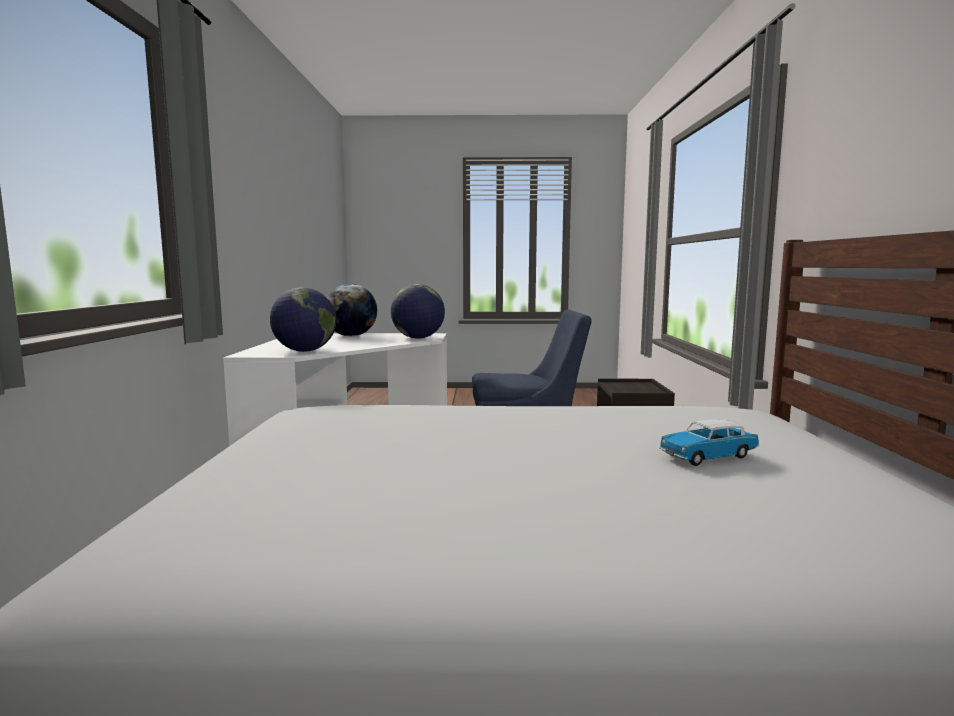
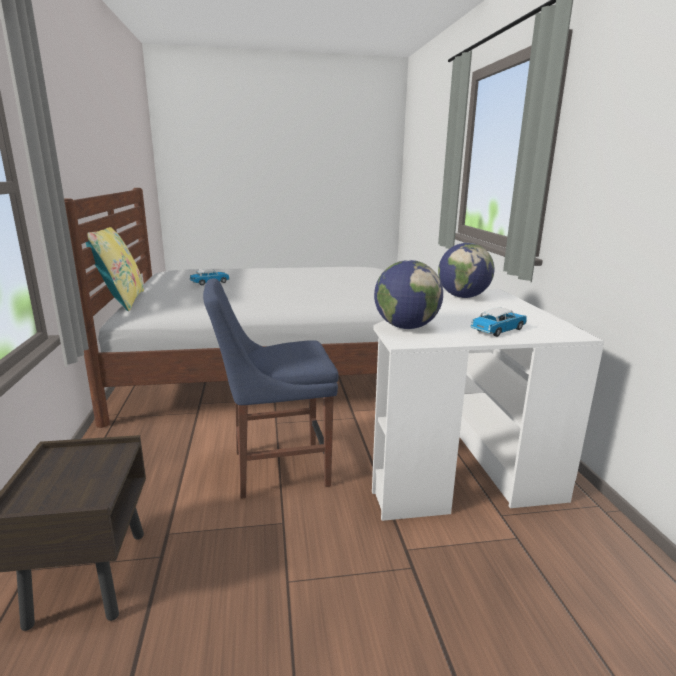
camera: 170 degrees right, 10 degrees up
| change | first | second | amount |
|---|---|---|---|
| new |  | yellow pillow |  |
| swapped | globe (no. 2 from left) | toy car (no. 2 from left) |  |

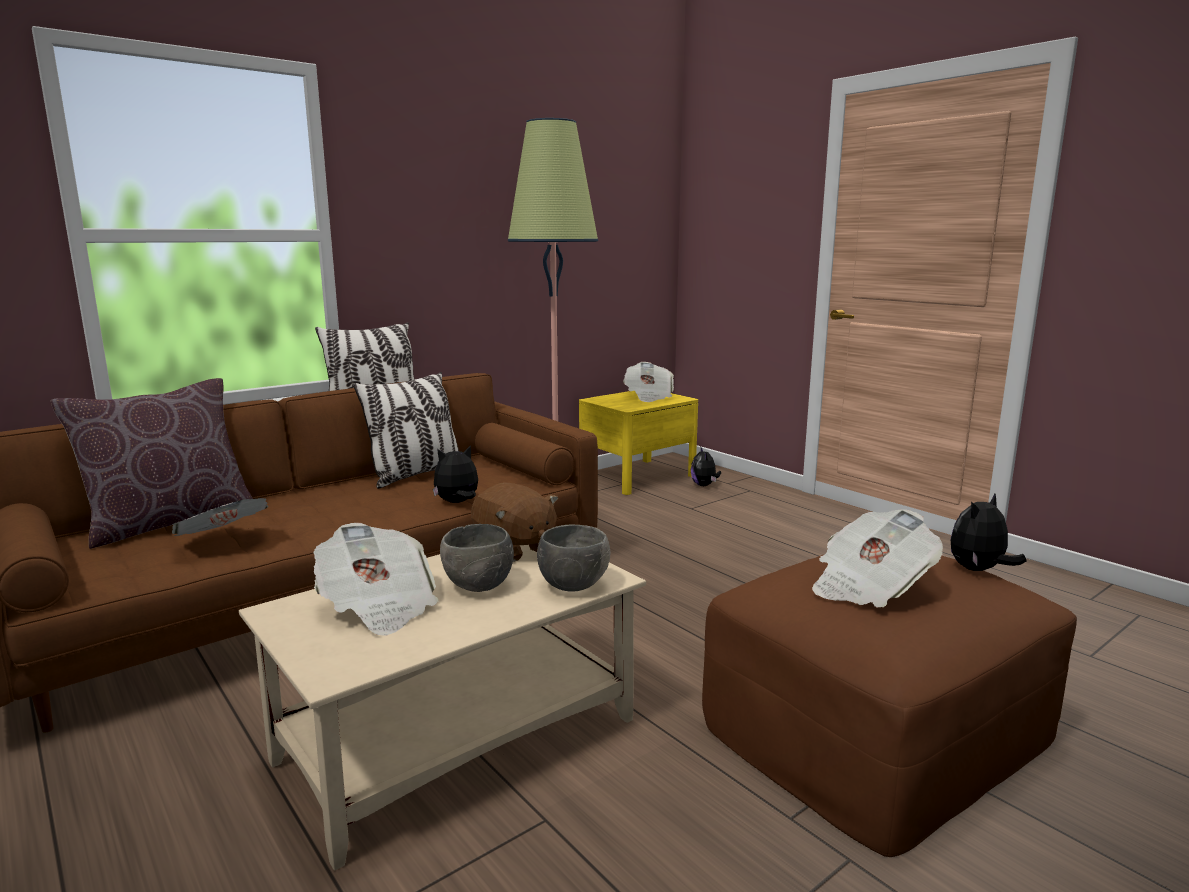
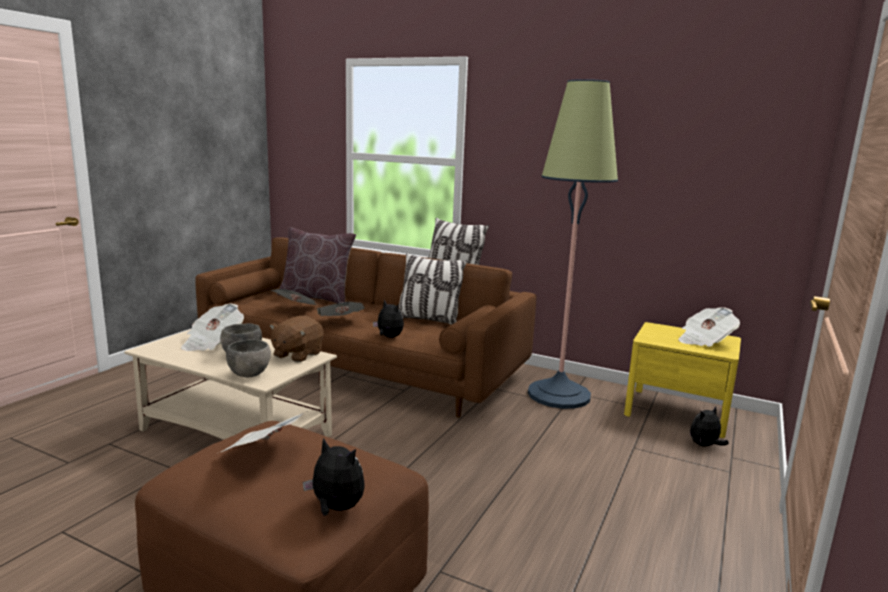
camera: 65 degrees right, 0 degrees up
| change | first | second | amount |
|---|---|---|---|
| new |  | newspaper (no. 4 from left) |  |

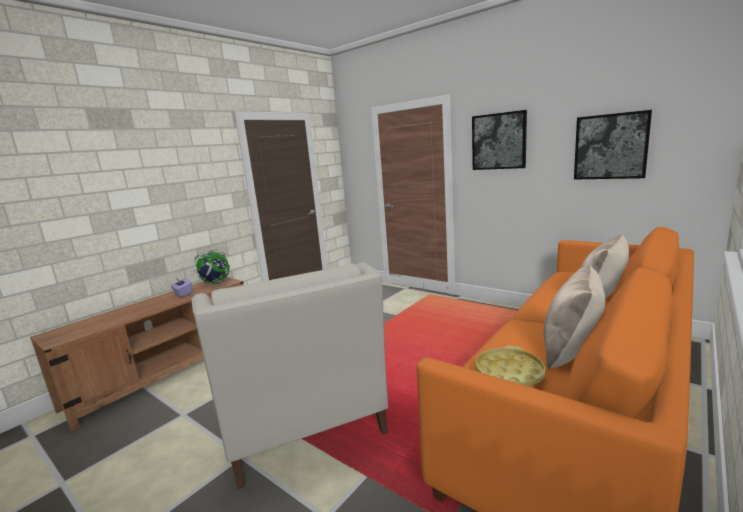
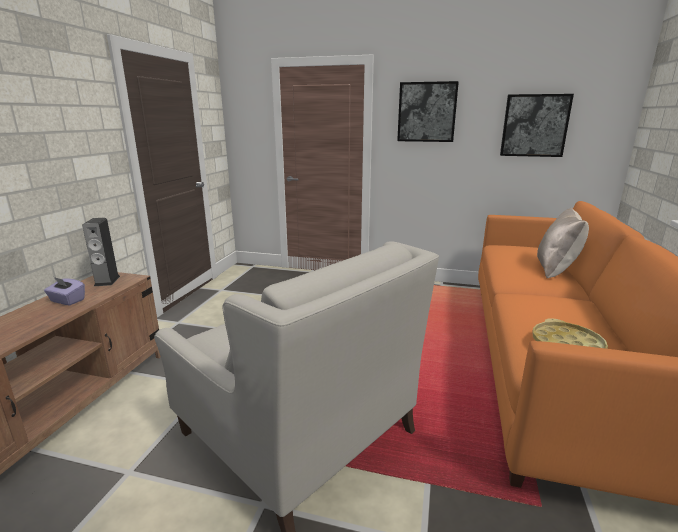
camera: 25 degrees left, 5 degrees up
| change | first | second | amount |
|---|---|---|---|
| swapped | globe | speaker |  |
| gone | beige pillow (no. 1 from left) |  |  |

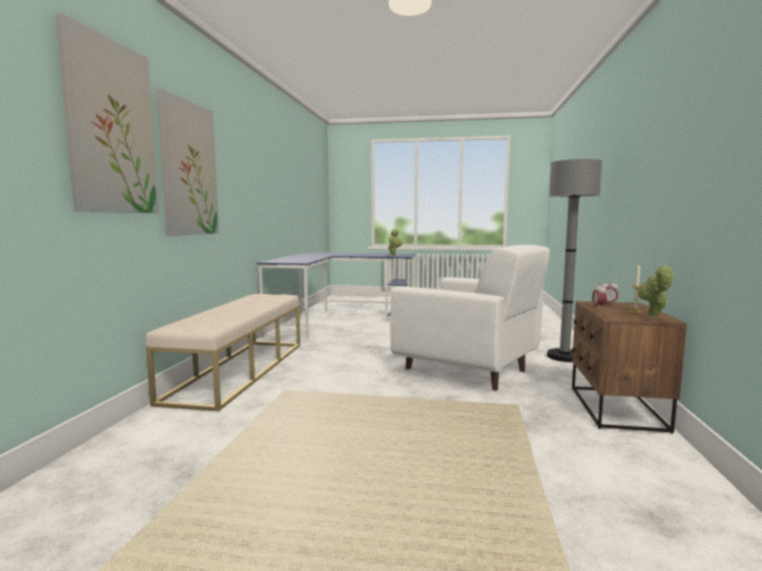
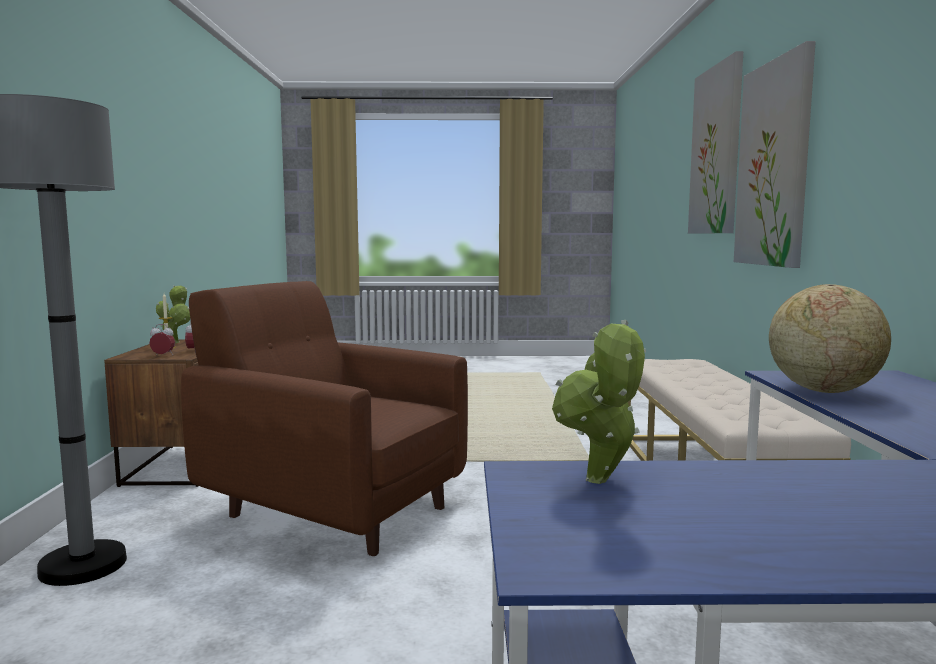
camera: 170 degrees right, 0 degrees up
| change | first | second | amount |
|---|---|---|---|
| repainted | white armchair | brown armchair |  |
| new |  | globe |  |

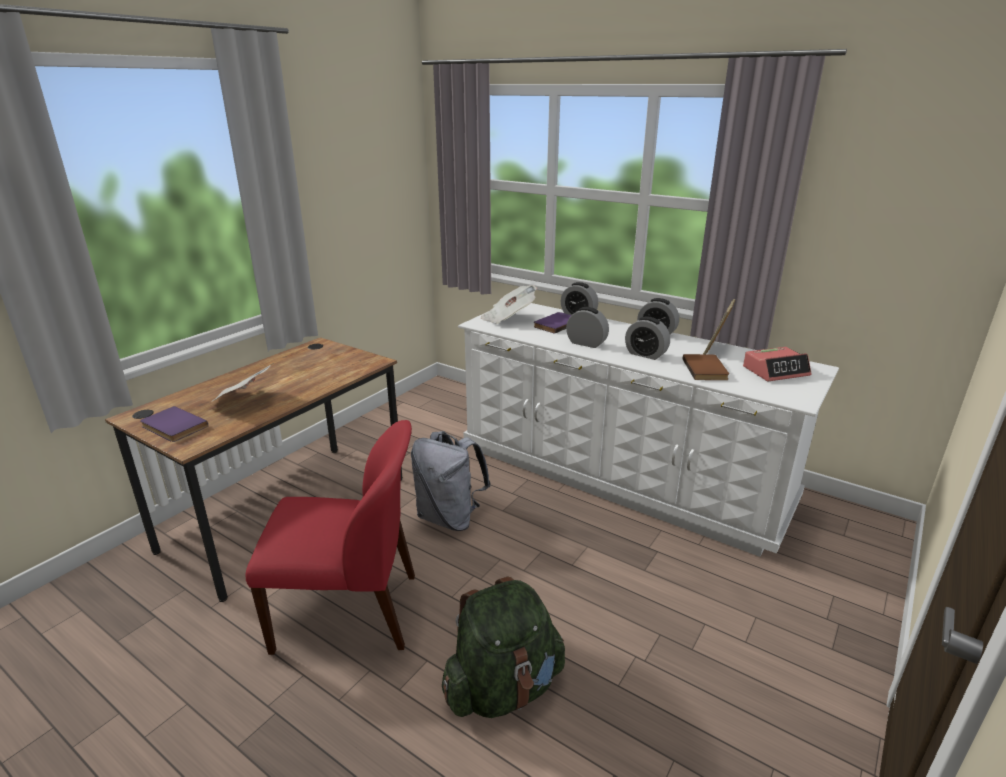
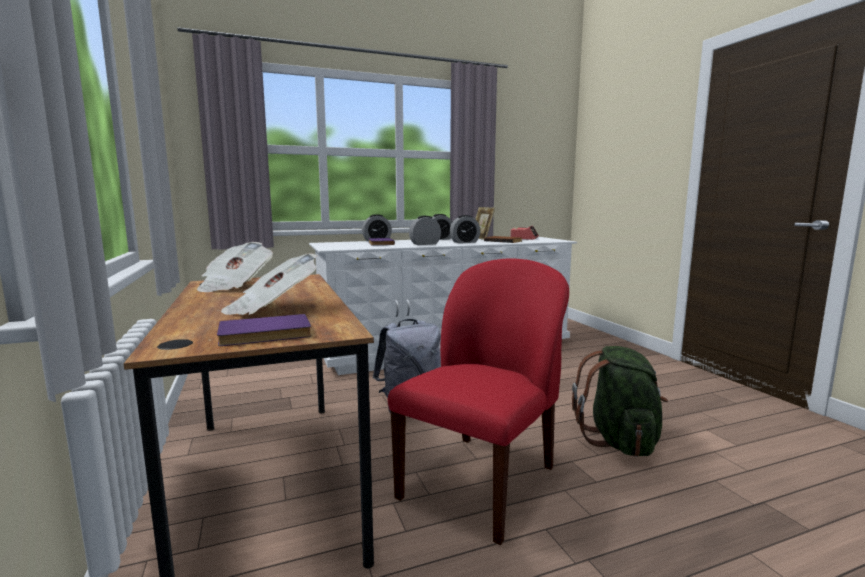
camera: 55 degrees left, 15 degrees down
| change | first | second | amount |
|---|---|---|---|
| shifted | newspaper (no. 2 from left in the first image) | newspaper (no. 1 from left) |  |

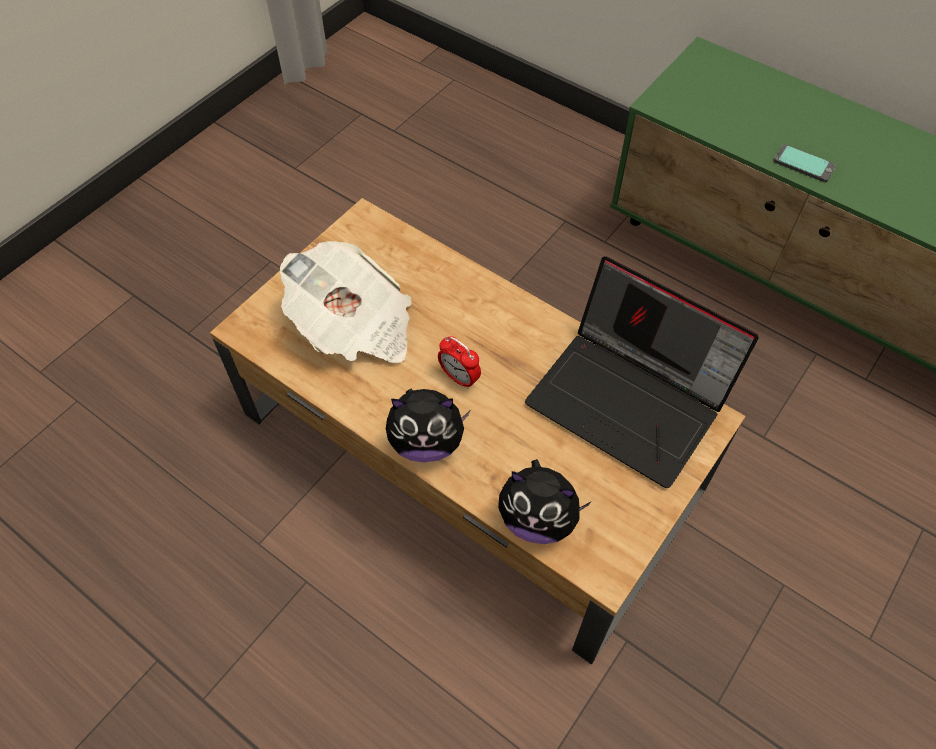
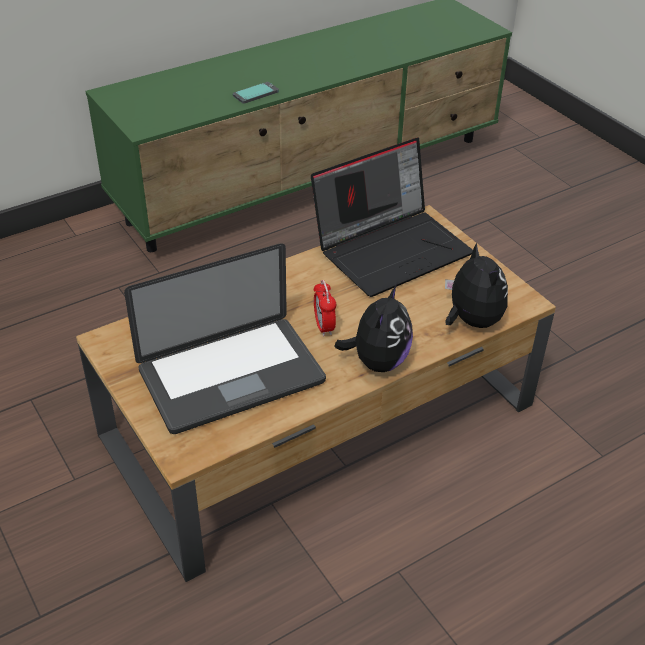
camera: 70 degrees left, 15 degrees down
| change | first | second | amount |
|---|---|---|---|
| swapped | newspaper | laptop (no. 1 from left) |  |
| rotated | alarm clock |  | 105 degrees clockwise |
| rotated | plush toy (no. 2 from left) |  | 60 degrees counterclockwise |

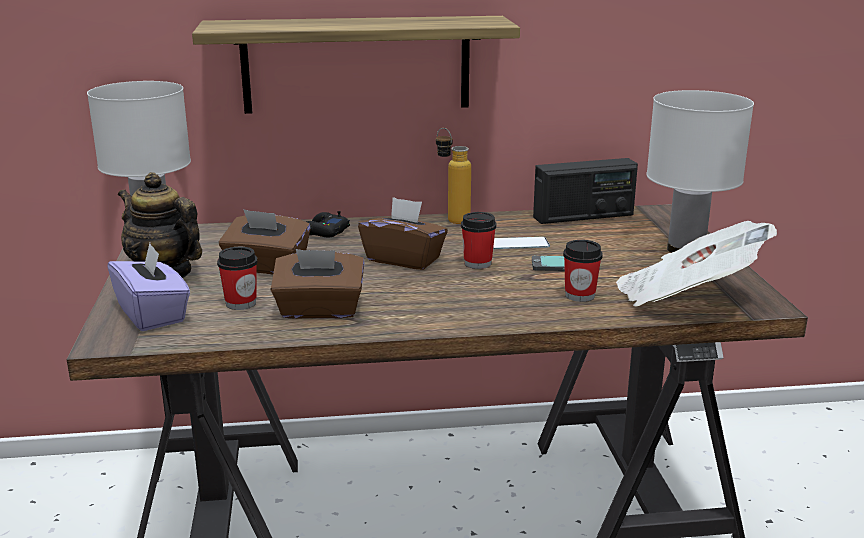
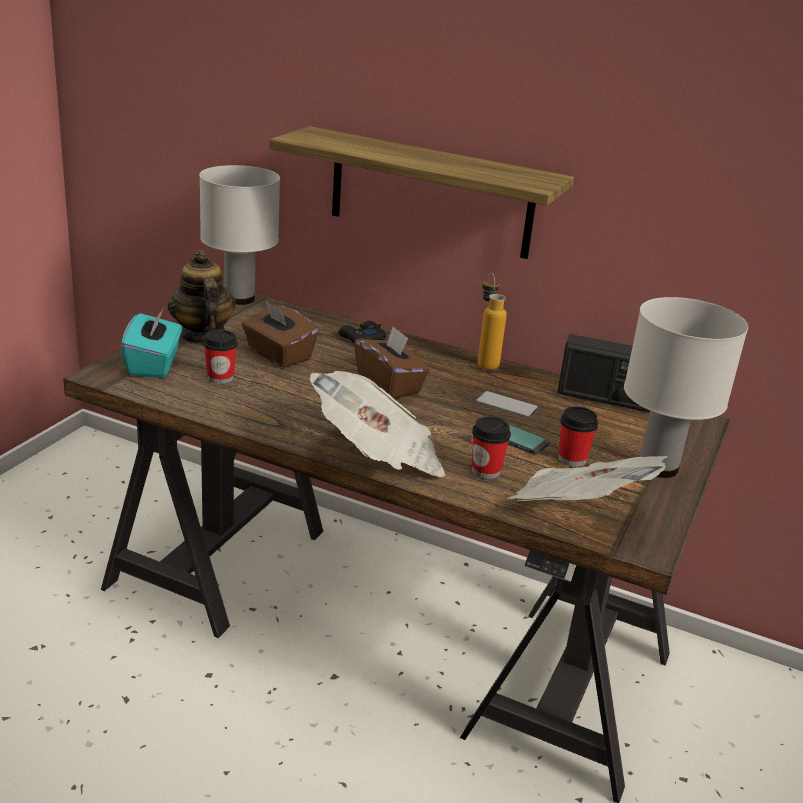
camera: 30 degrees right, 5 degrees up
| change | first | second | amount |
|---|---|---|---|
| repainted | purple tissue box | turquoise tissue box |  |
| new |  | newspaper (no. 1 from left) |  |
| shifted | cup (no. 2 from left in the first image) | cup (no. 3 from left) |  |
| gone | brown tissue box (no. 2 from left) |  |  |

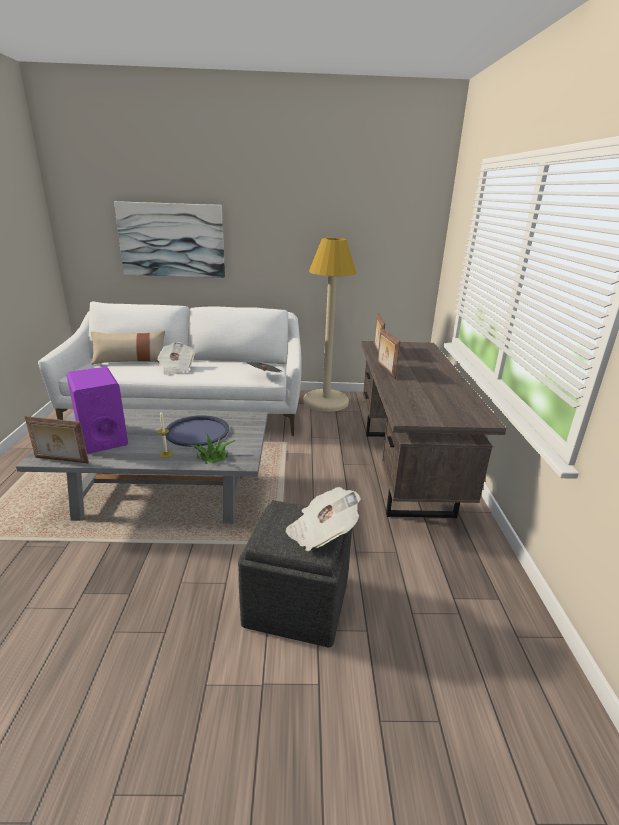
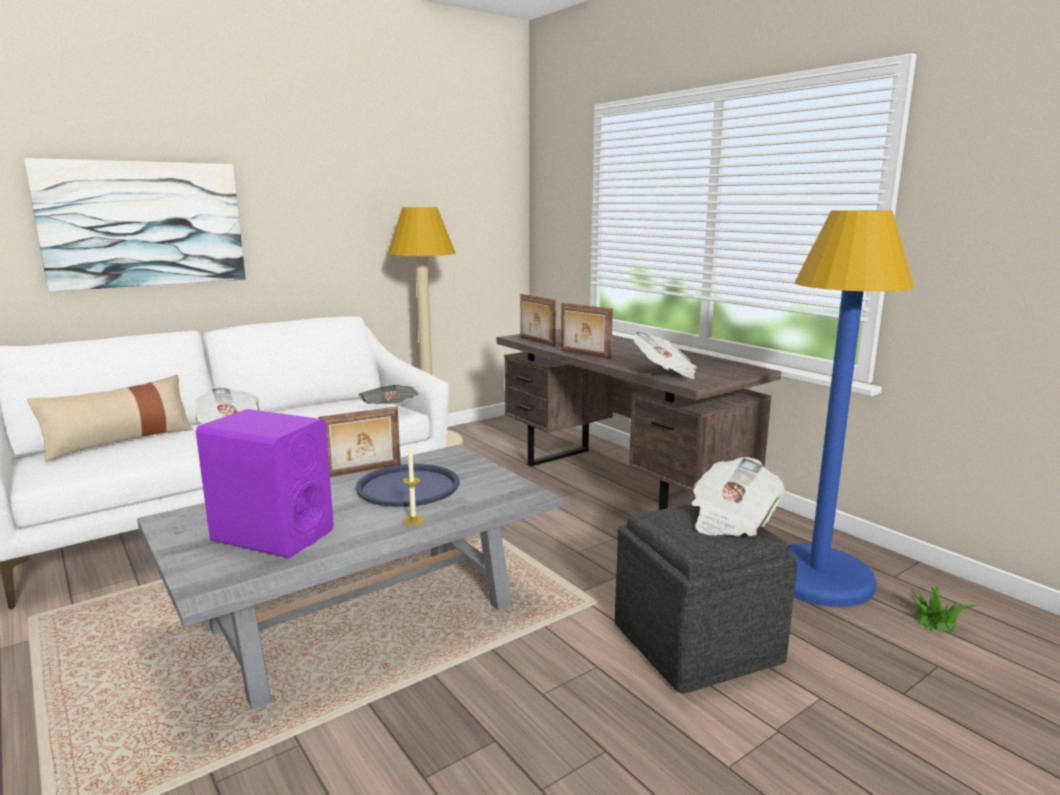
camera: 35 degrees left, 10 degrees down
| change | first | second | amount |
|---|---|---|---|
| shifted | picture frame (no. 1 from left) |  |  |
| new |  | newspaper (no. 3 from left) |  |
| new |  | blue floor lamp |  |
| shifted | potted plant |  |  |

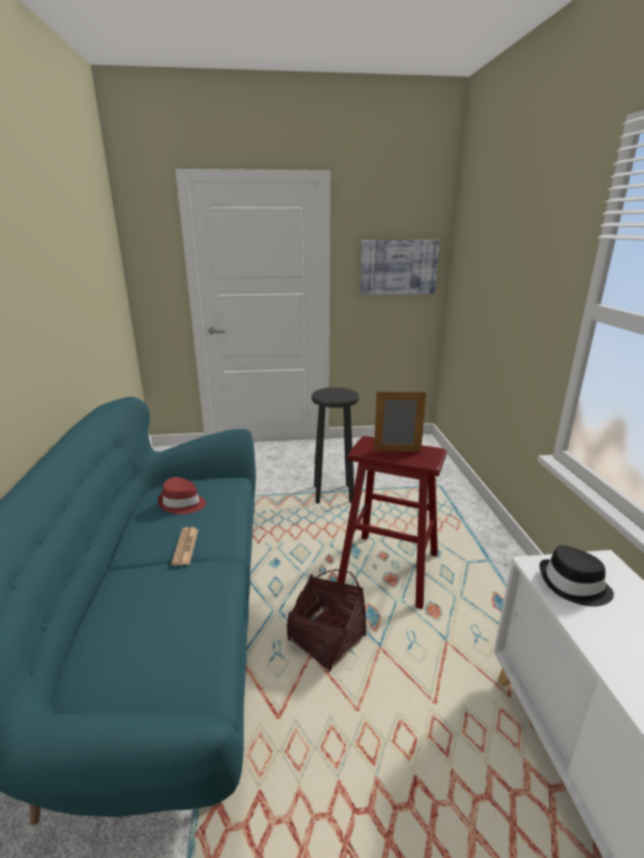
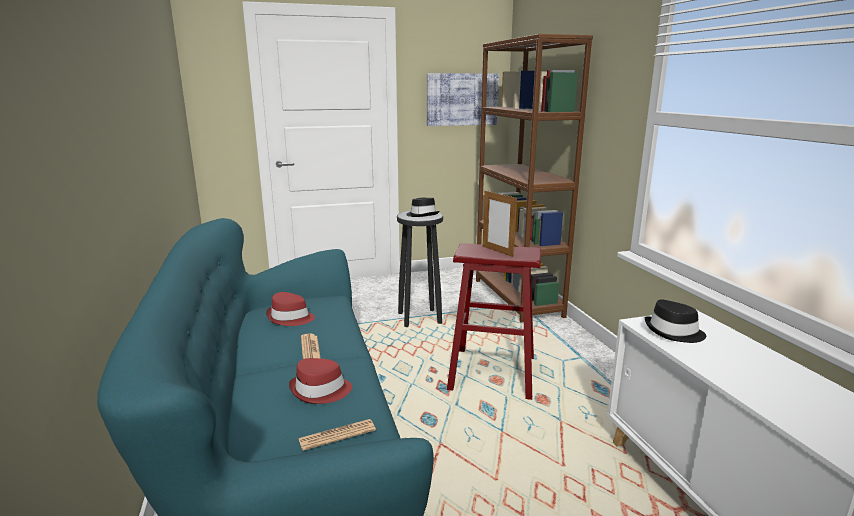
camera: 10 degrees left, 5 degrees down
| change | first | second | amount |
|---|---|---|---|
| new |  | red hat (no. 2 from left) |  |
| new |  | newspaper (no. 2 from left) |  |
| new |  | black hat (no. 1 from left) |  |
| new |  | brown bookcase |  |
| rotated | picture frame |  | 120 degrees counterclockwise |
| gone | basket |  |  |

